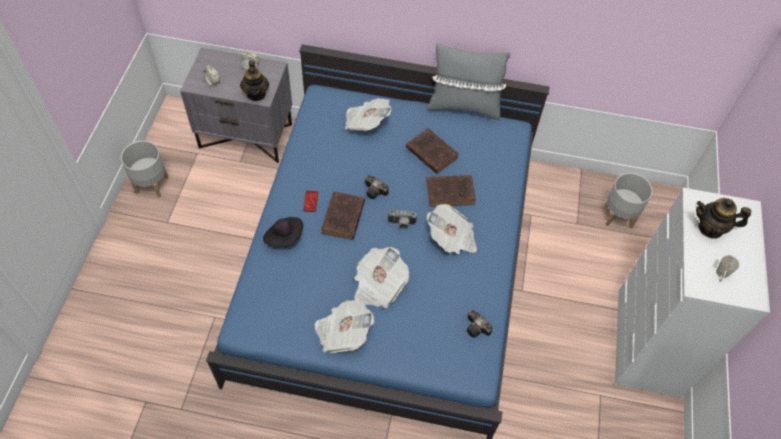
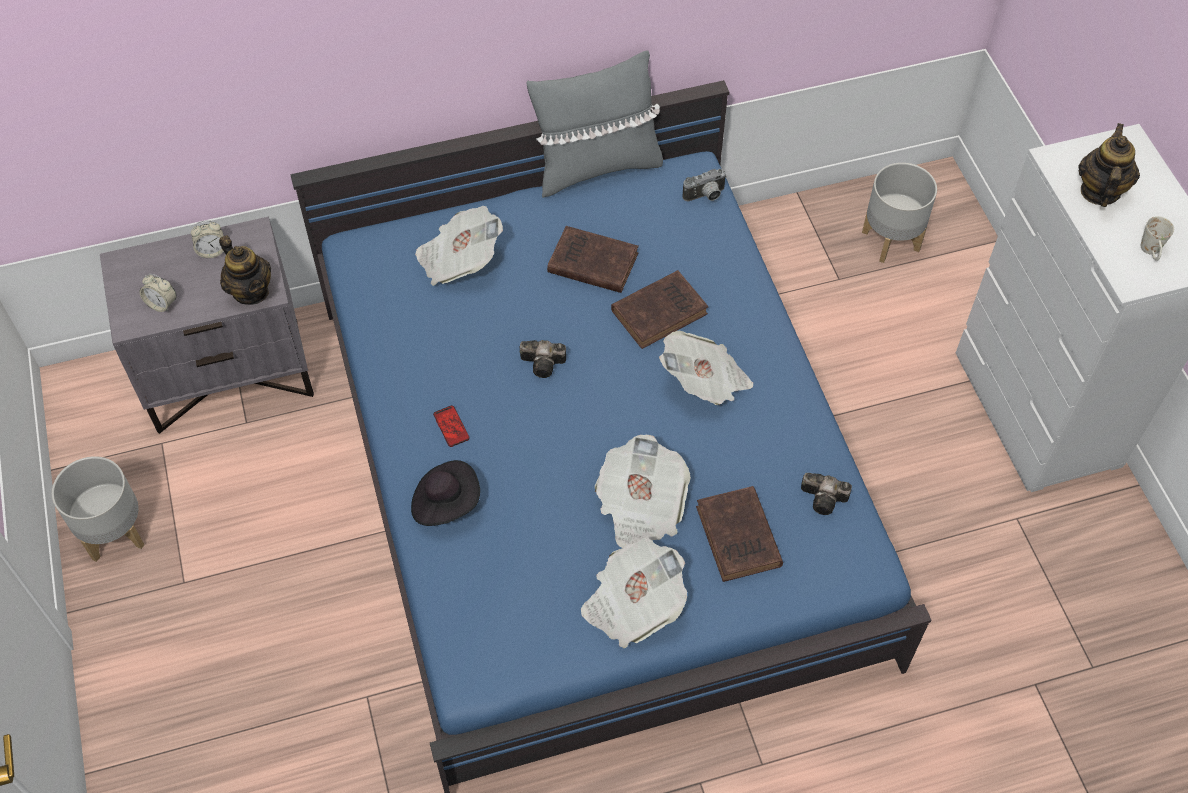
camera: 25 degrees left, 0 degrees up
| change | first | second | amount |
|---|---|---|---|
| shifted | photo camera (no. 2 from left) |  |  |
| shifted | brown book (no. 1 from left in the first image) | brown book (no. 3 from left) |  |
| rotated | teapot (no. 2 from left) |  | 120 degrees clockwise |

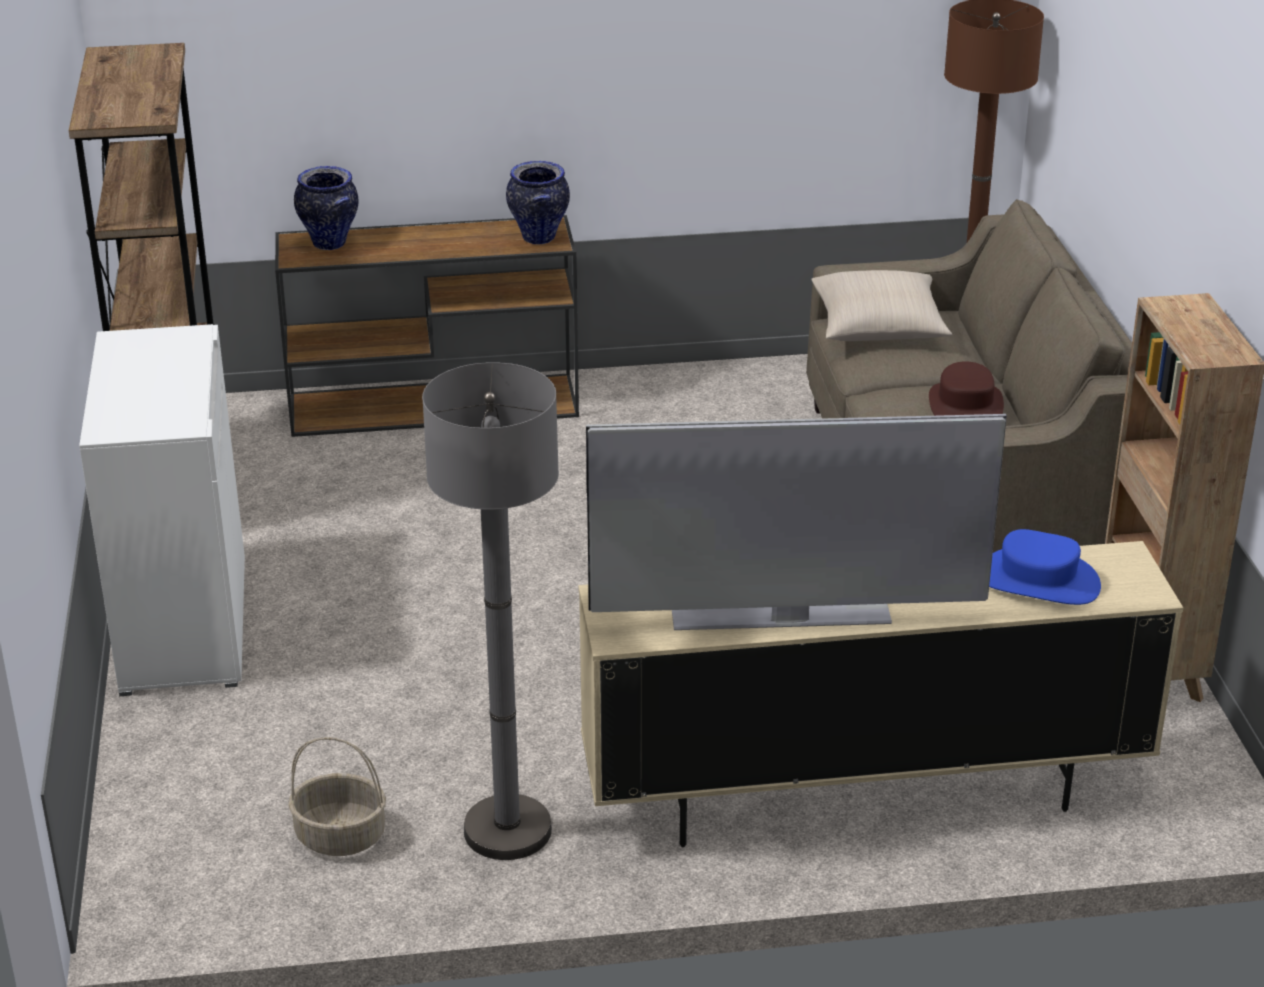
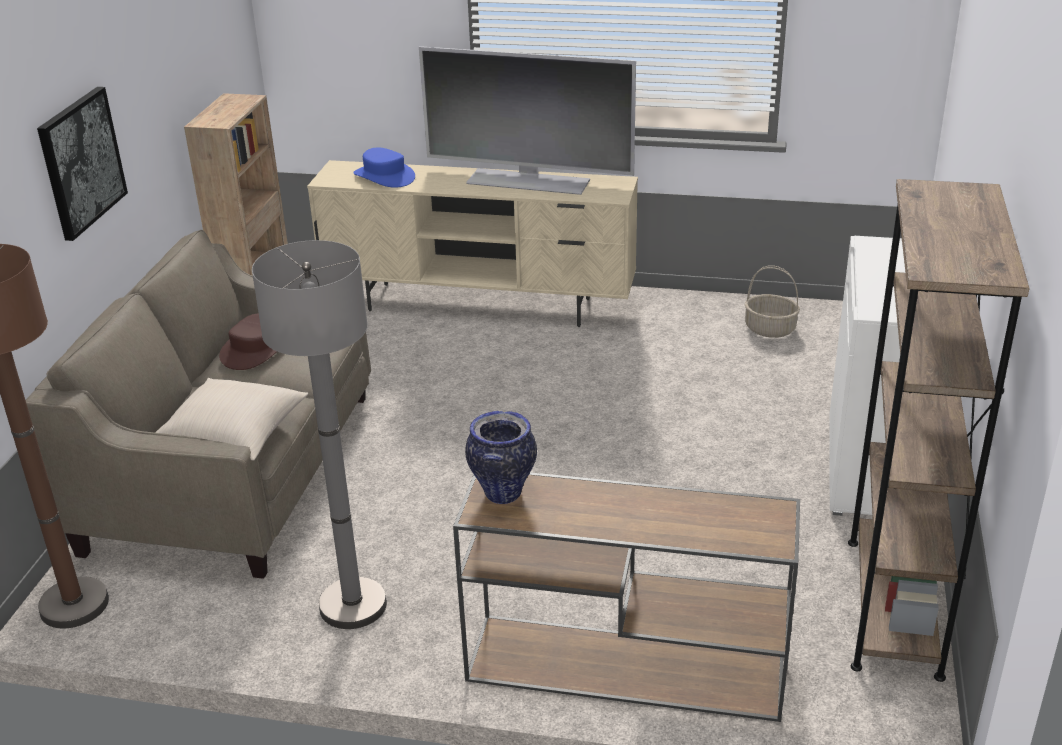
camera: 160 degrees left, 0 degrees up
| change | first | second | amount |
|---|---|---|---|
| new |  | picture |  |
| shifted | grey floor lamp |  |  |
| gone | vase (no. 1 from left) |  |  |

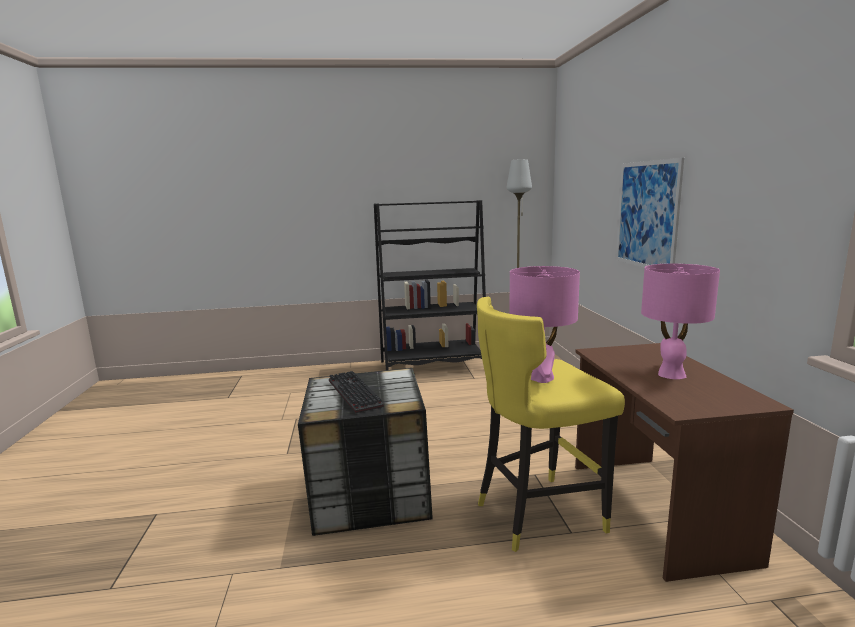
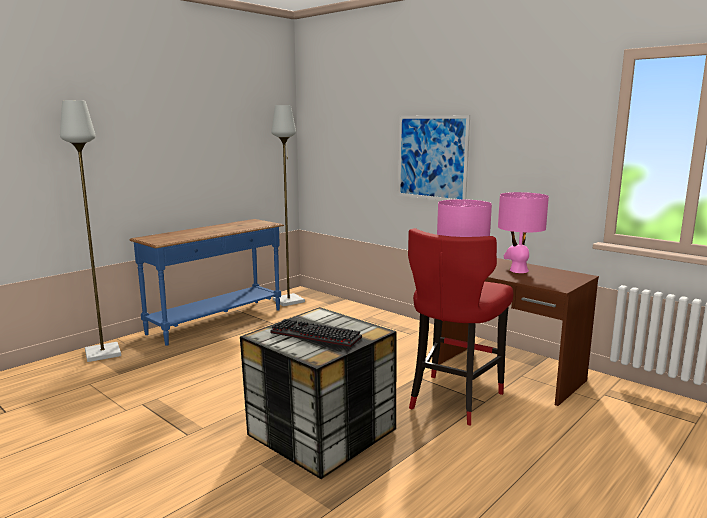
camera: 40 degrees left, 0 degrees up
| change | first | second | amount |
|---|---|---|---|
| new |  | grey floor lamp (no. 1 from left) |  |
| swapped | black bookcase | blue console table |  |
| repainted | yellow stool | red stool |  |

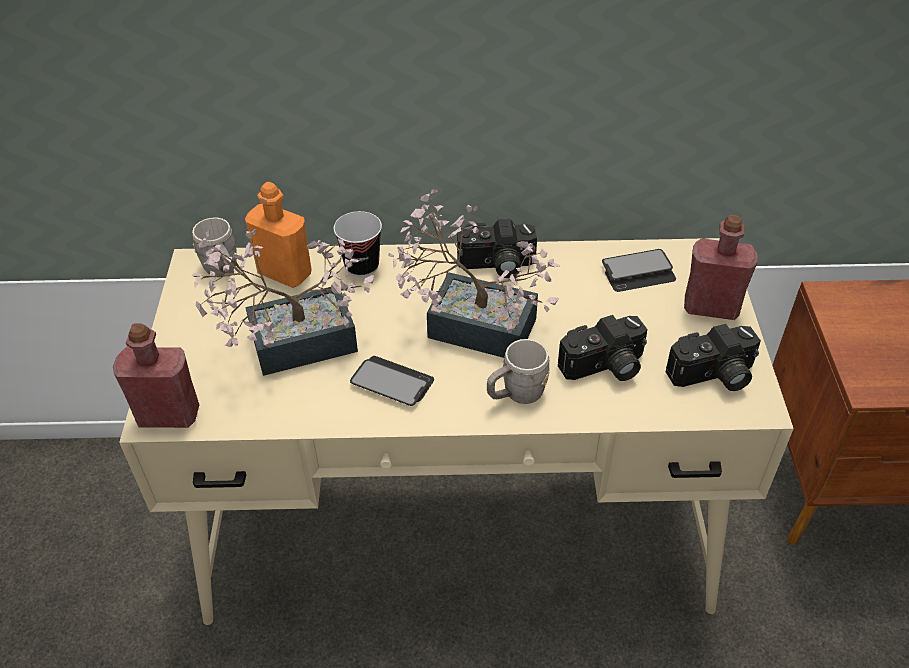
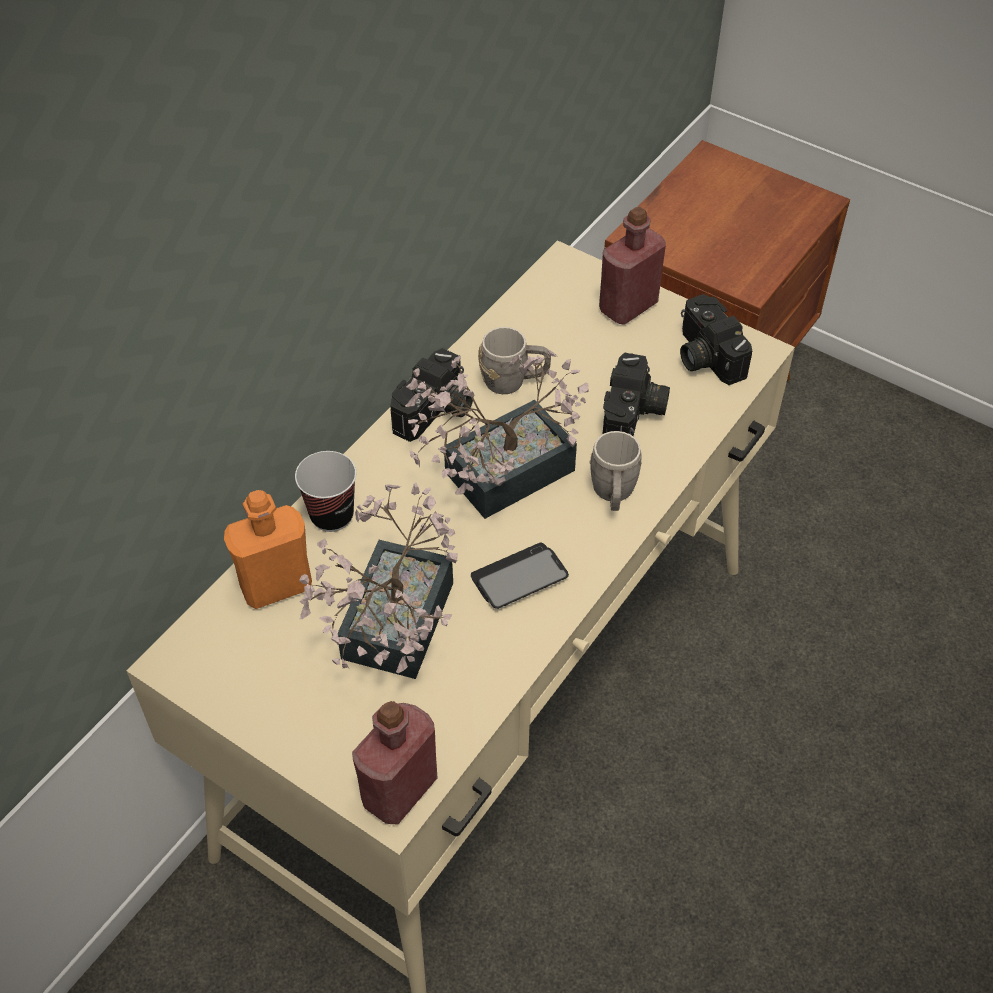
camera: 55 degrees left, 5 degrees up
| change | first | second | amount |
|---|---|---|---|
| shifted | grey mug (no. 1 from left) |  |  |
| rotated | photo camera (no. 3 from left) |  | 135 degrees clockwise |
| gone | phone (no. 2 from left) |  |  |

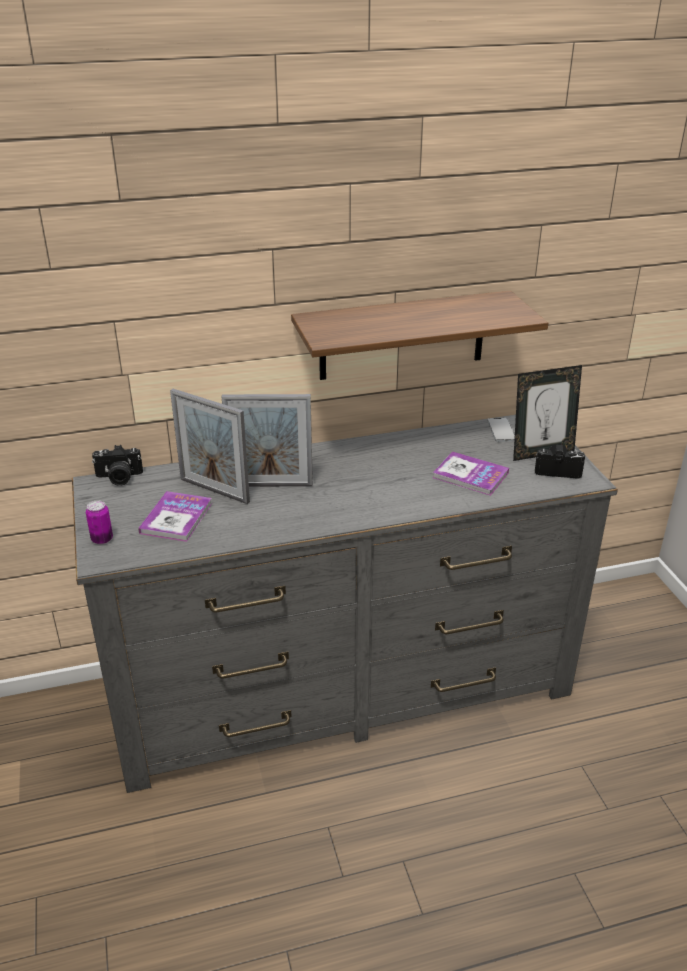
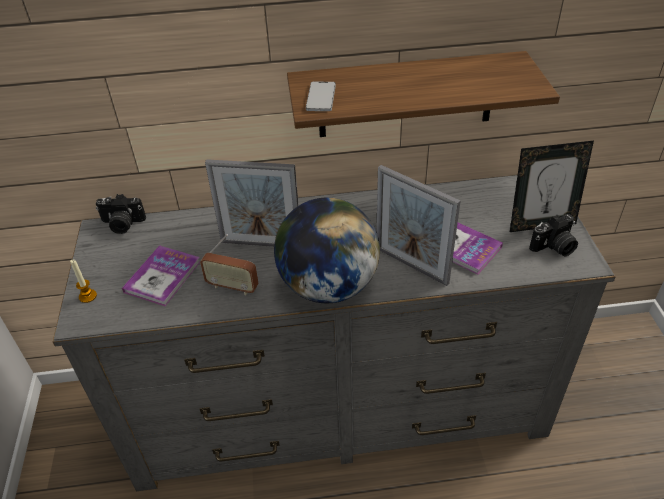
camera: 10 degrees right, 10 degrees up
| change | first | second | amount |
|---|---|---|---|
| swapped | can | candle |  |
| new |  | radio |  |
| new |  | globe |  |
| shifted | phone |  |  |
| shifted | picture frame (no. 1 from left in the first image) | picture frame (no. 2 from left) |  |
| rotated | photo camera (no. 2 from left) |  | 135 degrees clockwise |

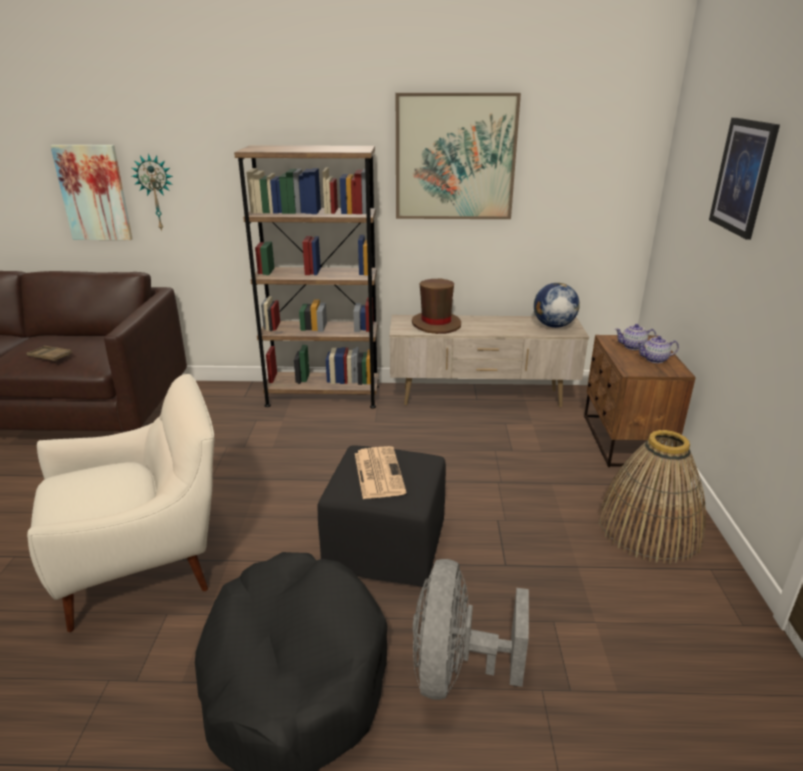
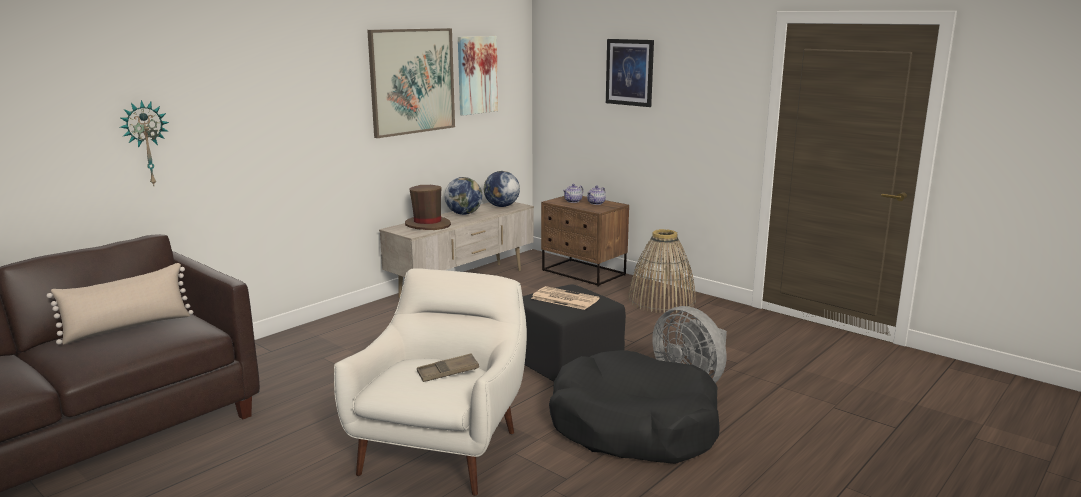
camera: 50 degrees left, 10 degrees down
| change | first | second | amount |
|---|---|---|---|
| new |  | beige pillow |  |
| shifted | brown tray |  |  |
| new |  | globe (no. 1 from left) |  |
| shifted | picture (no. 1 from left in the first image) | picture (no. 2 from left) |  |
| gone | brown bookcase |  |  |

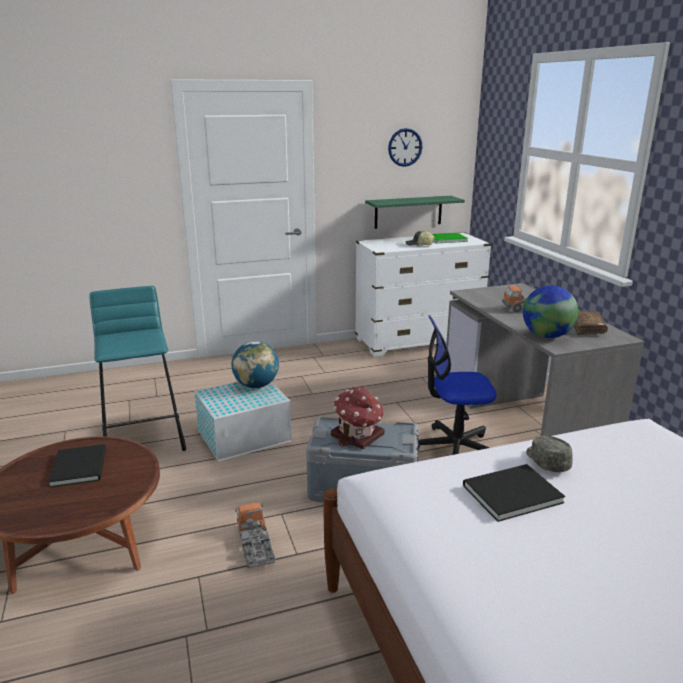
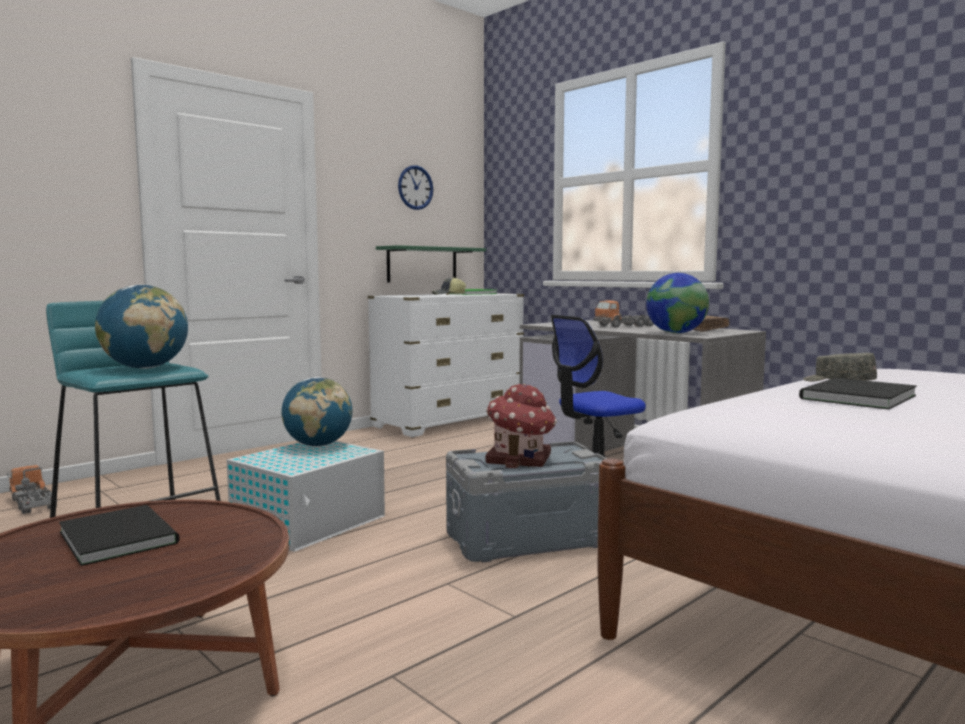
camera: 25 degrees left, 15 degrees down
| change | first | second | amount |
|---|---|---|---|
| shifted | toy truck (no. 1 from left) |  |  |
| new |  | globe (no. 1 from left) |  |

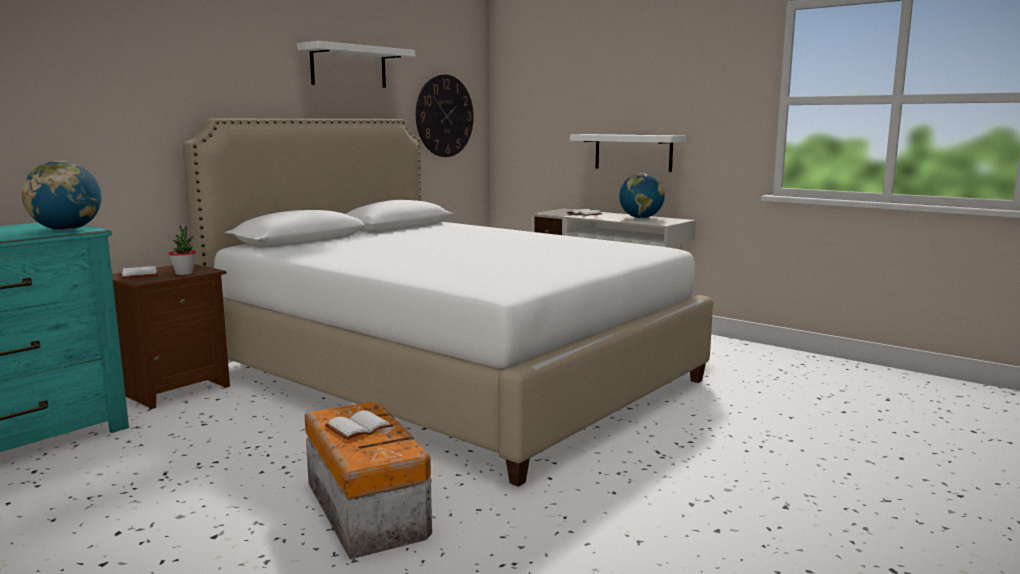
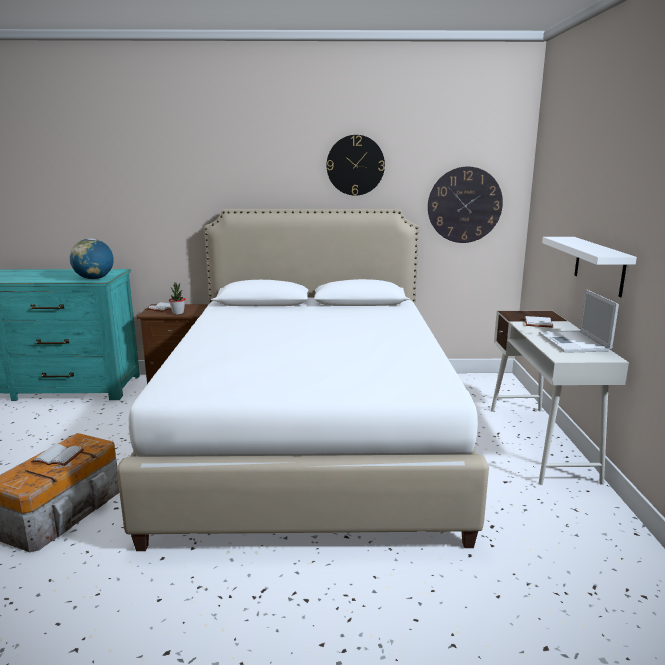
camera: 50 degrees right, 5 degrees up
| change | first | second | amount |
|---|---|---|---|
| swapped | white shelf (no. 1 from left) | wall clock (no. 1 from left) |  |
| swapped | globe (no. 2 from left) | laptop |  |

